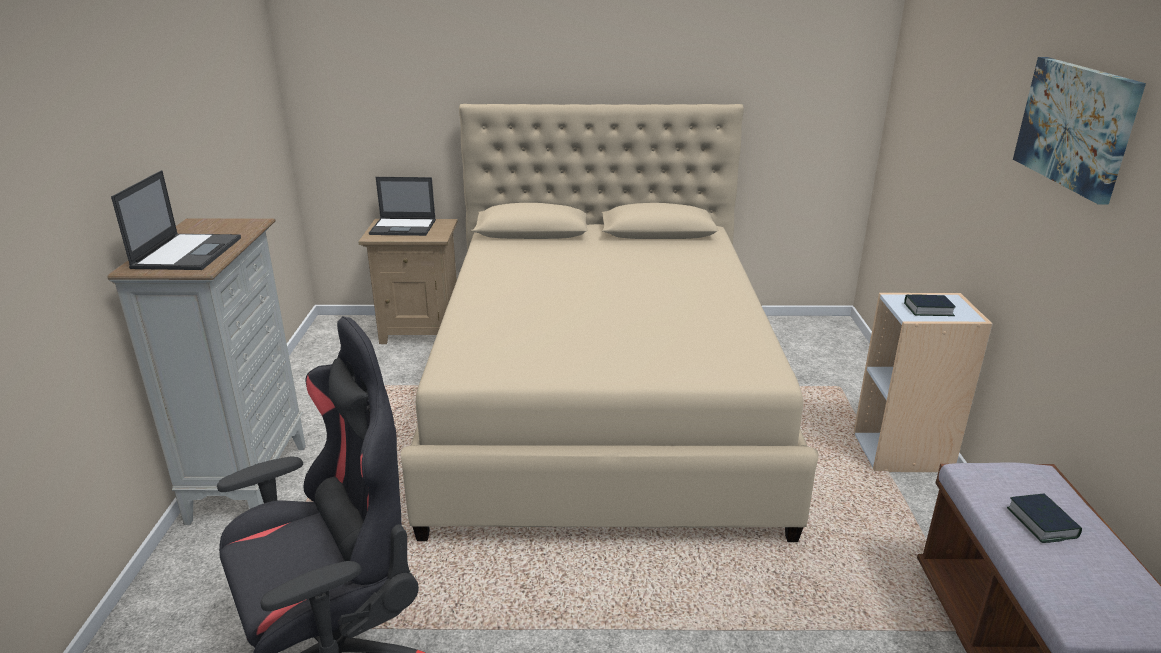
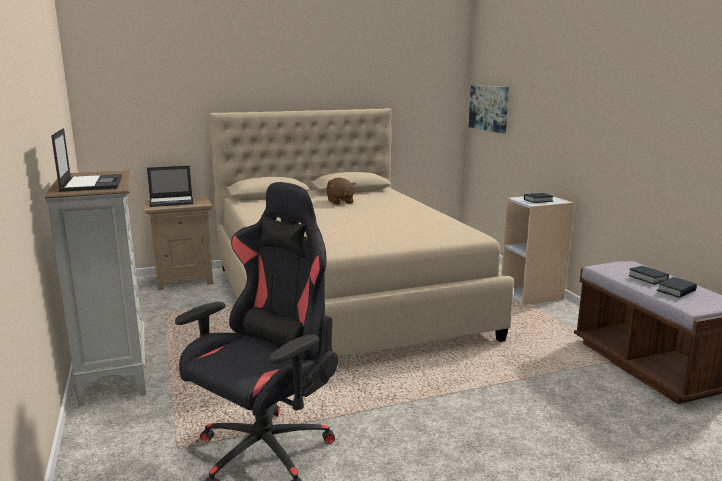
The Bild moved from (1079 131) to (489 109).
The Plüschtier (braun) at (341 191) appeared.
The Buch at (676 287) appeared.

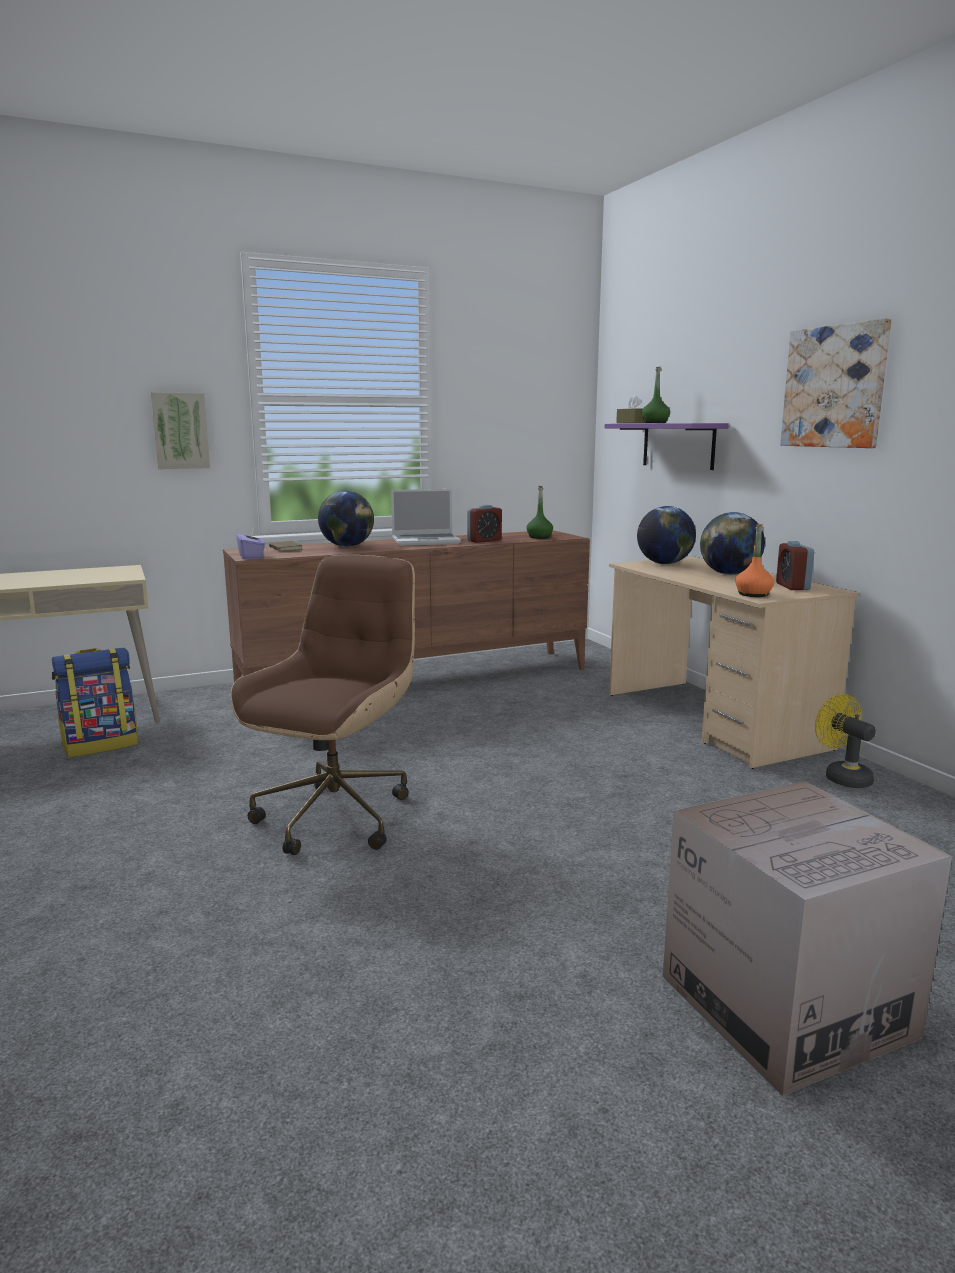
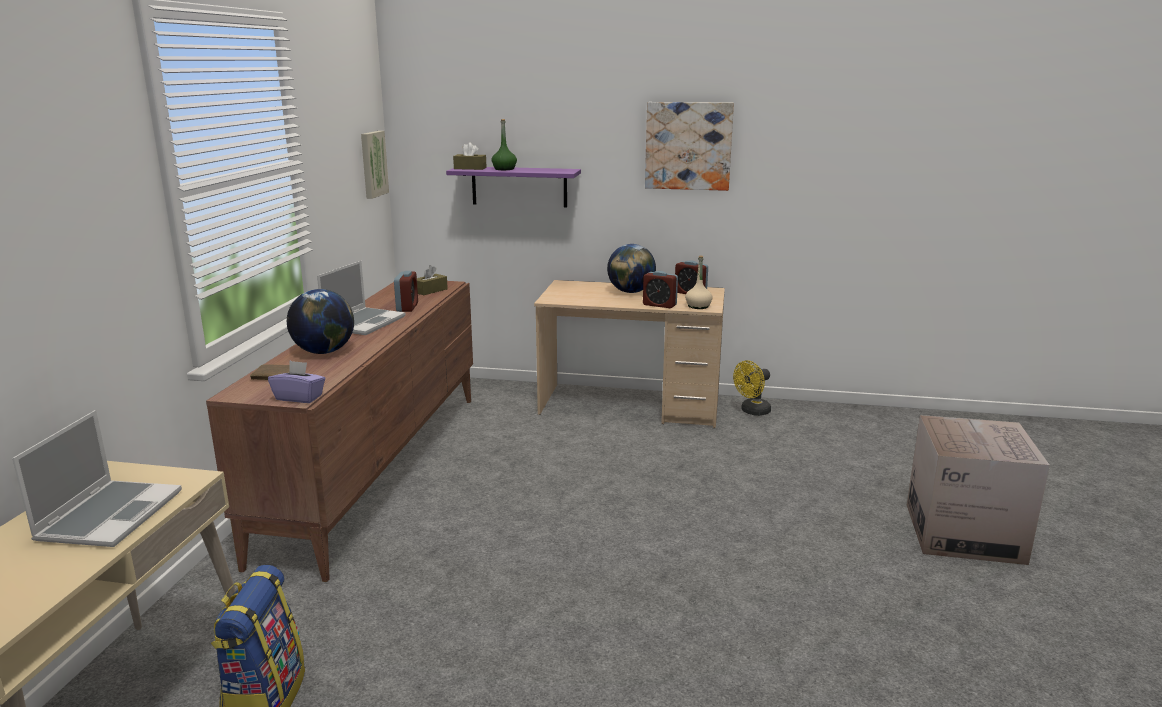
The Bild moved from (180 430) to (375 165).
The Bürostuhl (braun) at (322 705) disappeared.
The Flasche (grün) at (539 512) was replaced by the Taschentuchbox (braun) at (432 280).
The Globus at (666 535) disappeared.
The Flasche (orange) at (754 560) became the Flasche (beige) at (699 282).
The Ventilator (gelb) at (845 741) turned 45 degrees counterclockwise.
The Laptop at (97 478) appeared.
The Wecker at (660 289) appeared.

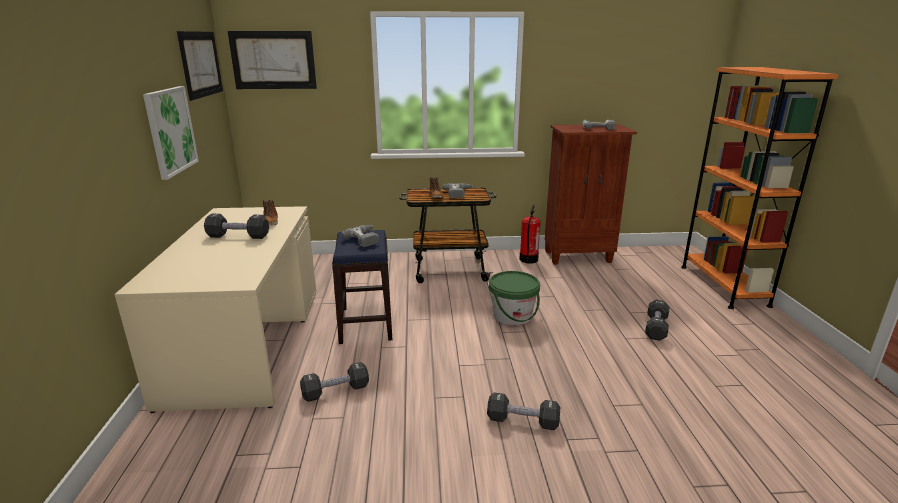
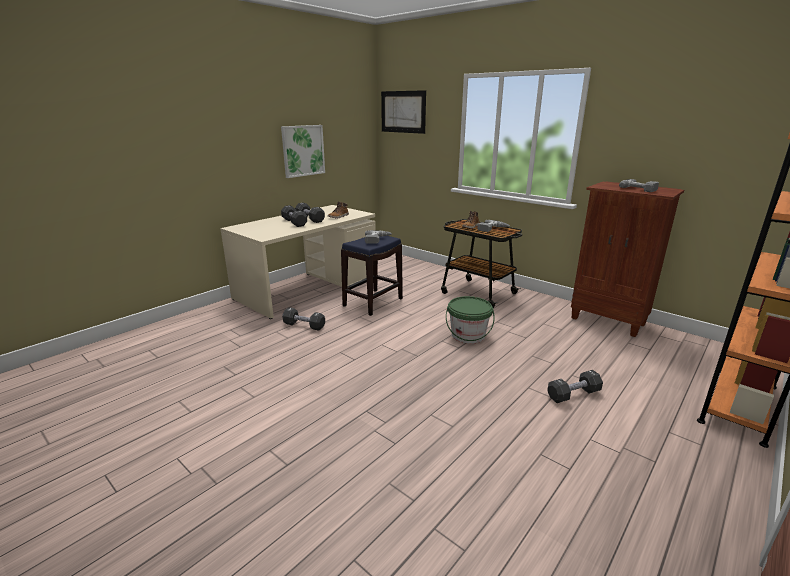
The Bild at (200 66) disappeared.
The Hantel (schwarz) moved from (523 411) to (294 216).
The Feuerlöscher at (530 234) disappeared.

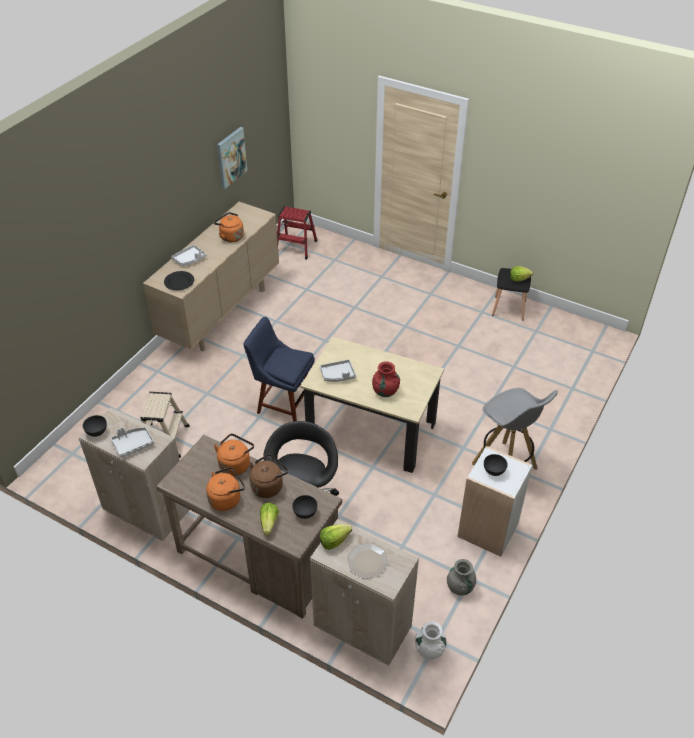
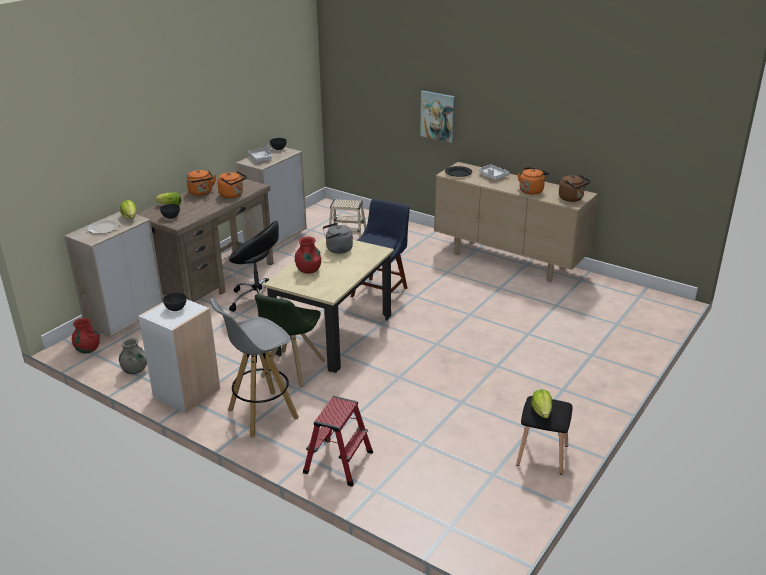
The Bild moved from (232 158) to (437 117).
The Wasserkessel (braun) moved from (268 476) to (575 188).
The Trittleiter (rot) moved from (297 233) to (338 441).
The Tablett (grau) at (338 370) was replaced by the Wasserkessel (grau) at (338 238).
The Vase (weiß) at (431 641) became the Vase (rot) at (86 336).
The Stuhl (grün) at (290 340) appeared.

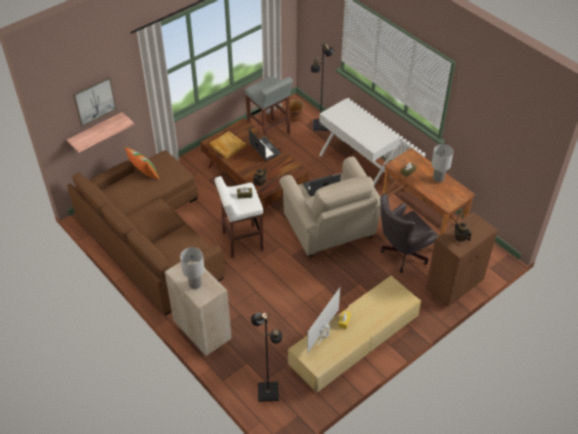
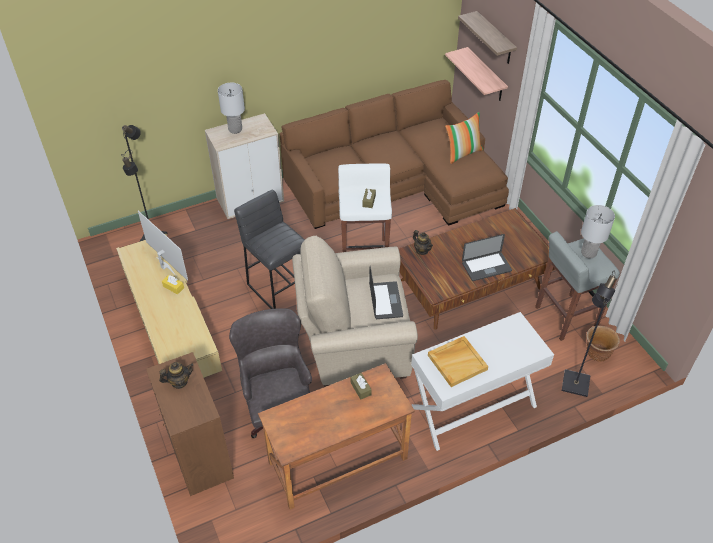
The Bild at (95 102) was replaced by the Wandregal at (487 37).
The Tablett (beige) moved from (228 144) to (458 361).
The Tischlampe (grau) moved from (442 163) to (598 232).
The Hocker (grau) at (269 249) appeared.

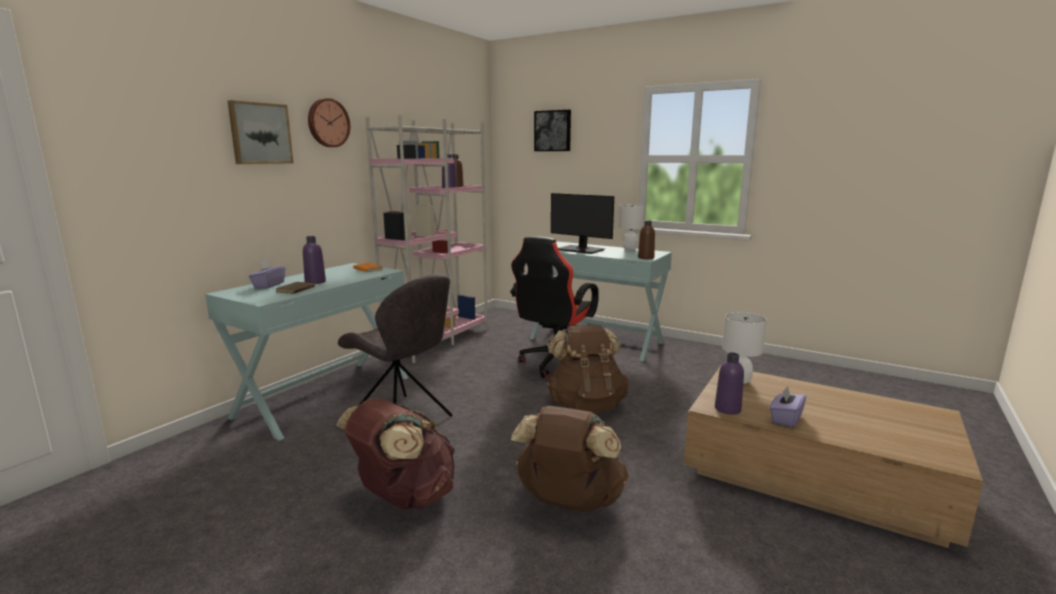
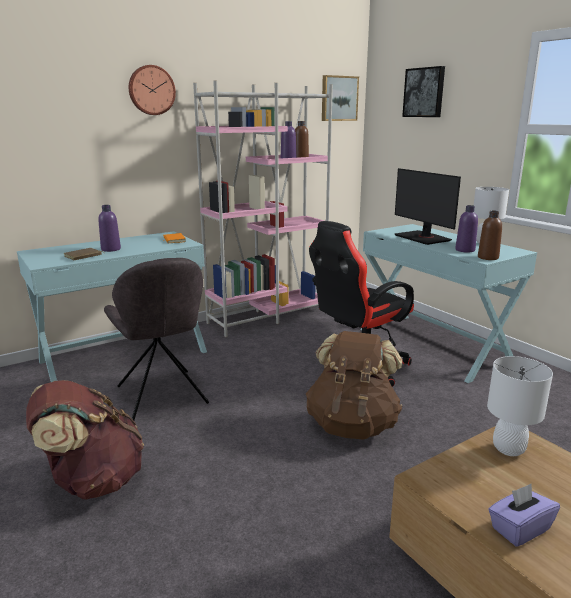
The Bild moved from (260 132) to (340 98).
The Taschentuchbox (lila) at (267 274) disappeared.
The Rucksack (braun) at (570 459) disappeared.
The Flasche (lila) moved from (729 383) to (466 229).

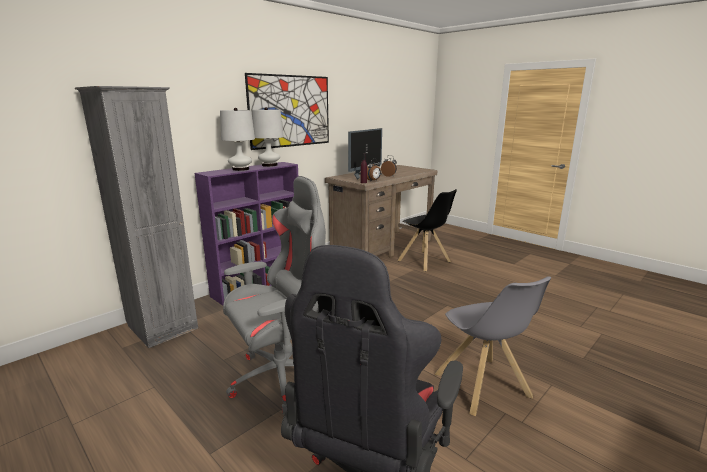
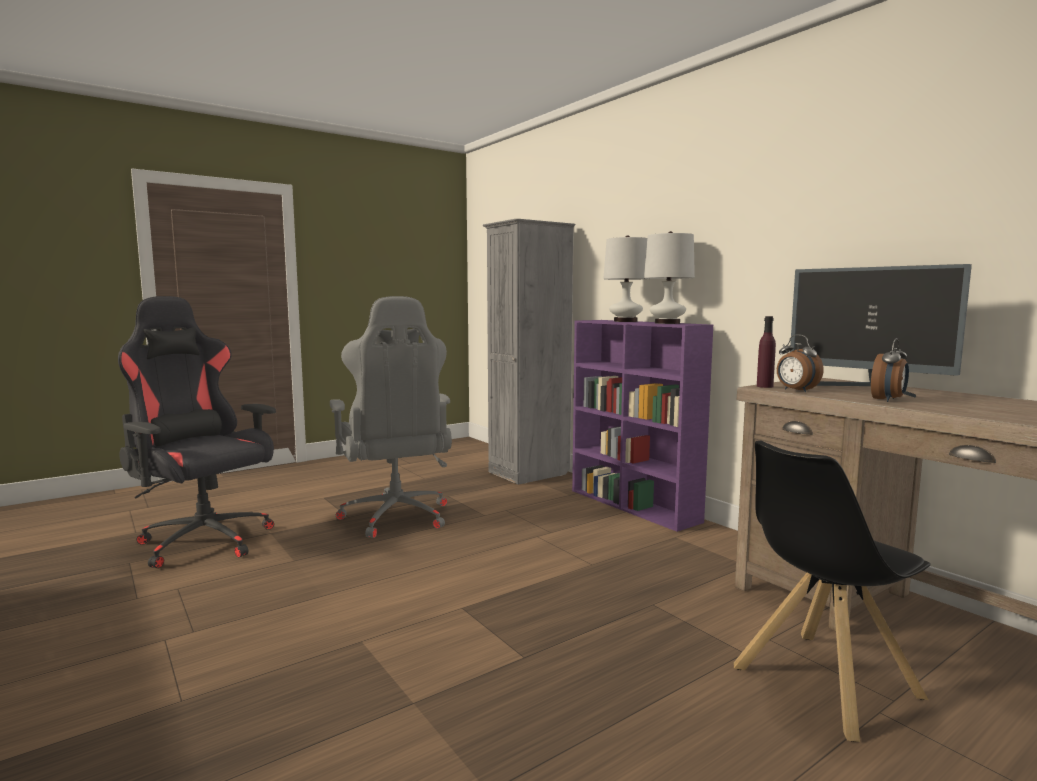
The Bild at (287 111) disappeared.
The Stuhl (grau) at (493 346) disappeared.

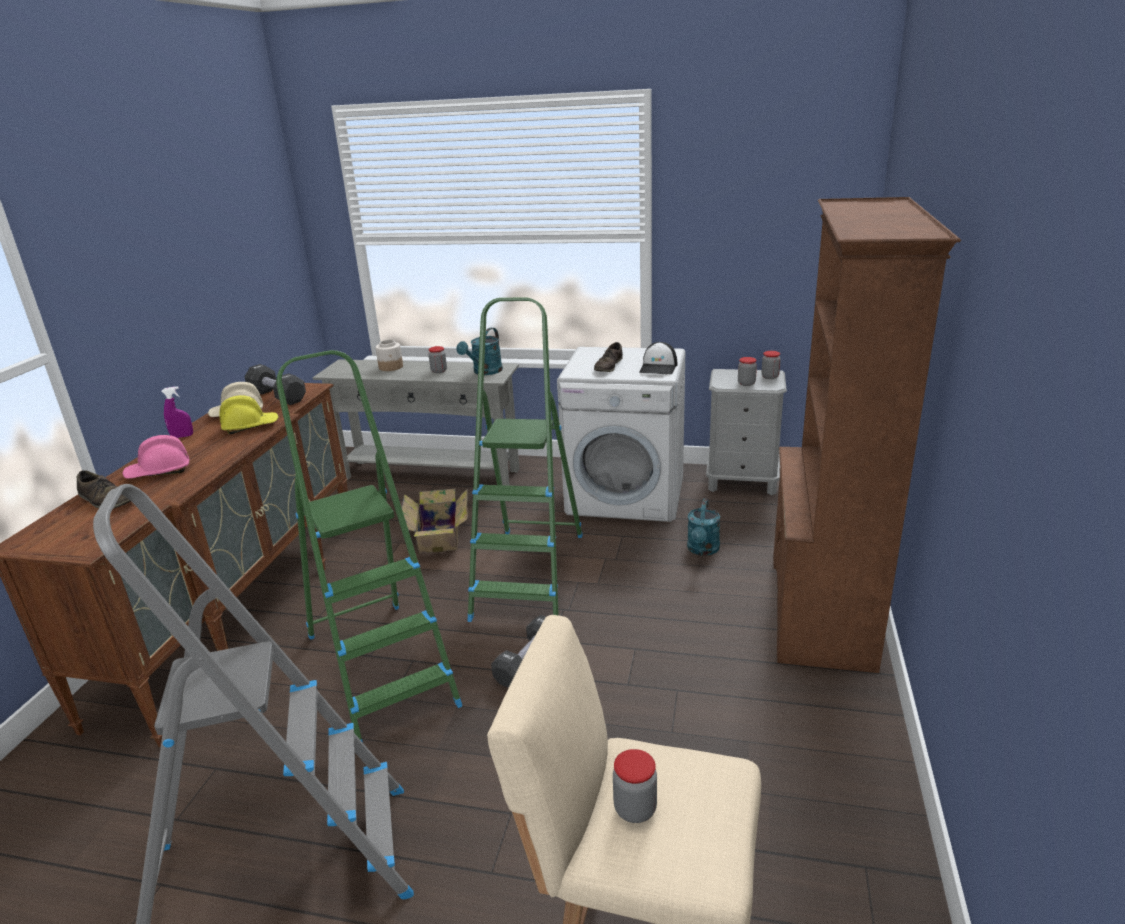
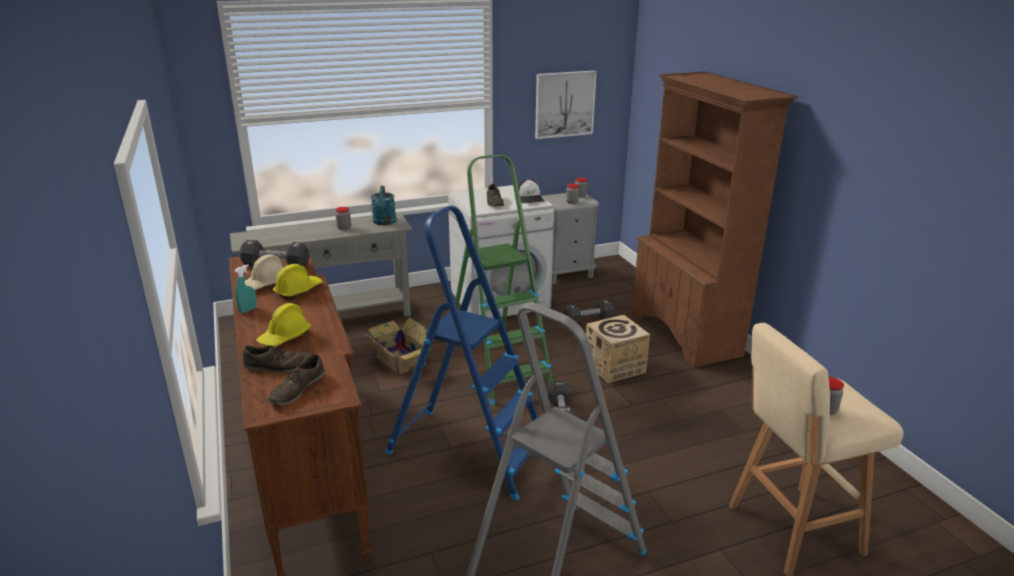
The Schutzhelm (rosa) at (155 457) became the Schutzhelm (gelb) at (283 324).
The Sprühflasche (lila) at (177 412) became the Sprühflasche (türkis) at (246 288).
The Trittleiter (grün) at (369 546) became the Trittleiter (blau) at (461 353).
The Vorratsglas at (389 355) disappeared.
The Gießkanne (türkis) at (703 527) was replaced by the Hantel (schwarz) at (589 311).
The Schuh (braun) at (295 380) appeared.
The Bild at (566 104) appeared.
The Karton at (618 349) appeared.

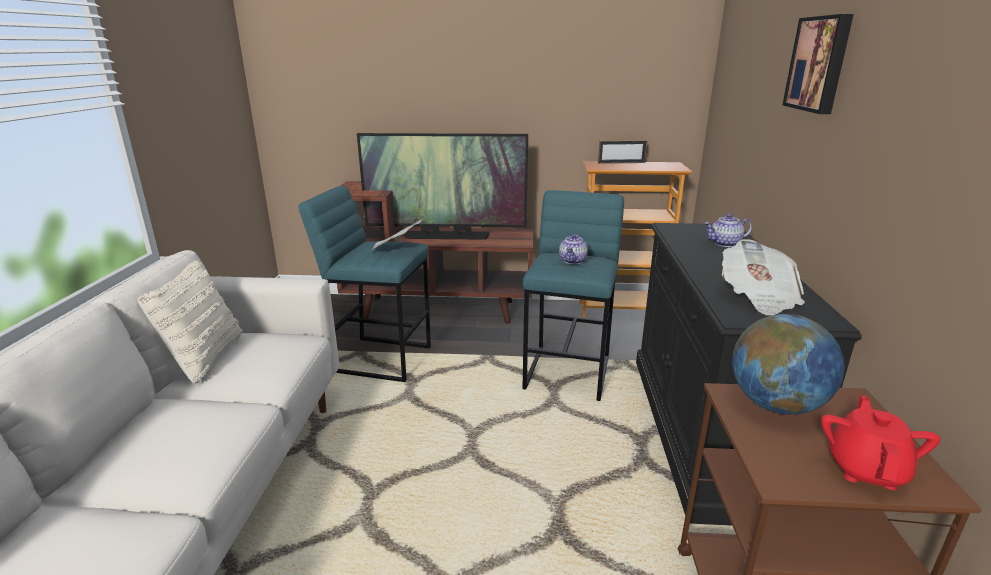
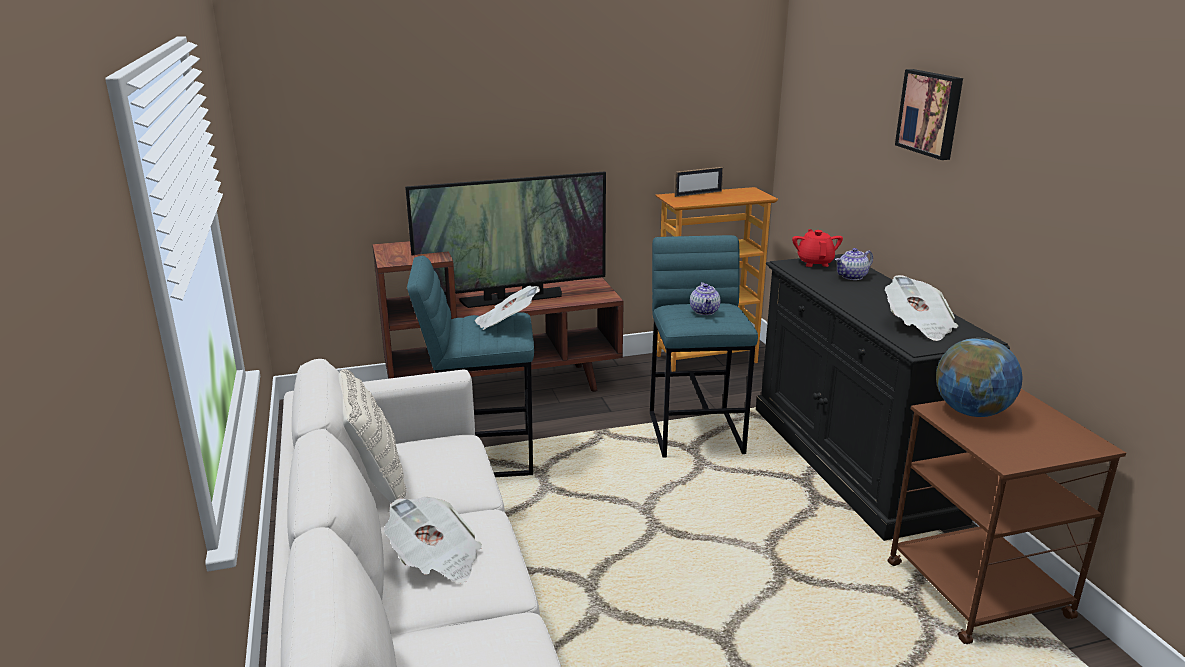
The Teekanne (rot) moved from (880 442) to (817 248).
The Zeitung at (433 540) appeared.

